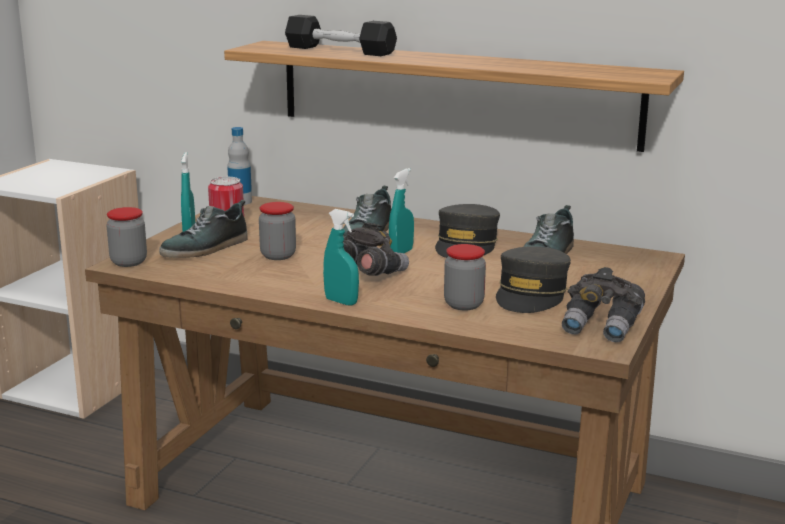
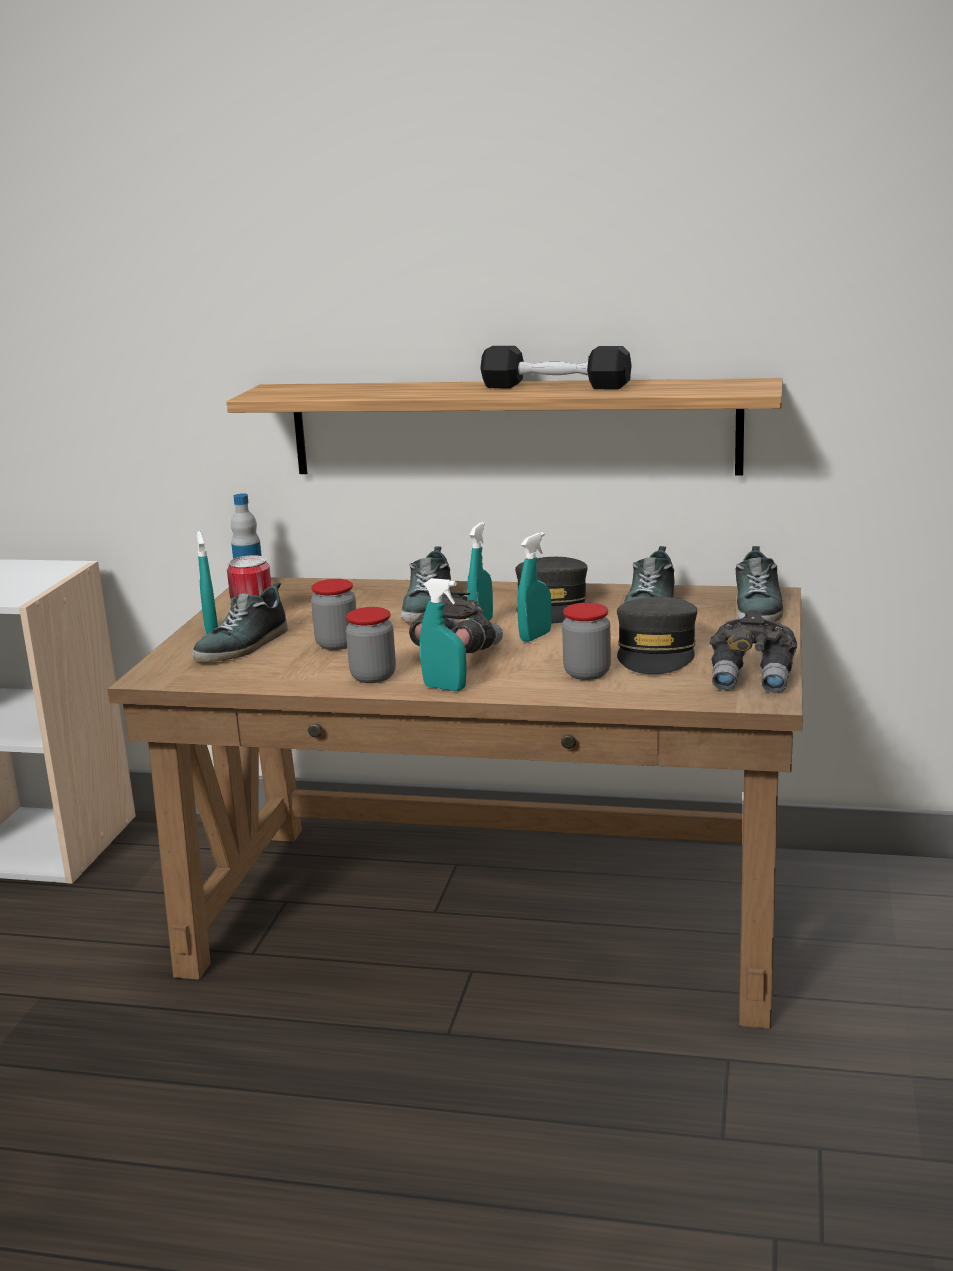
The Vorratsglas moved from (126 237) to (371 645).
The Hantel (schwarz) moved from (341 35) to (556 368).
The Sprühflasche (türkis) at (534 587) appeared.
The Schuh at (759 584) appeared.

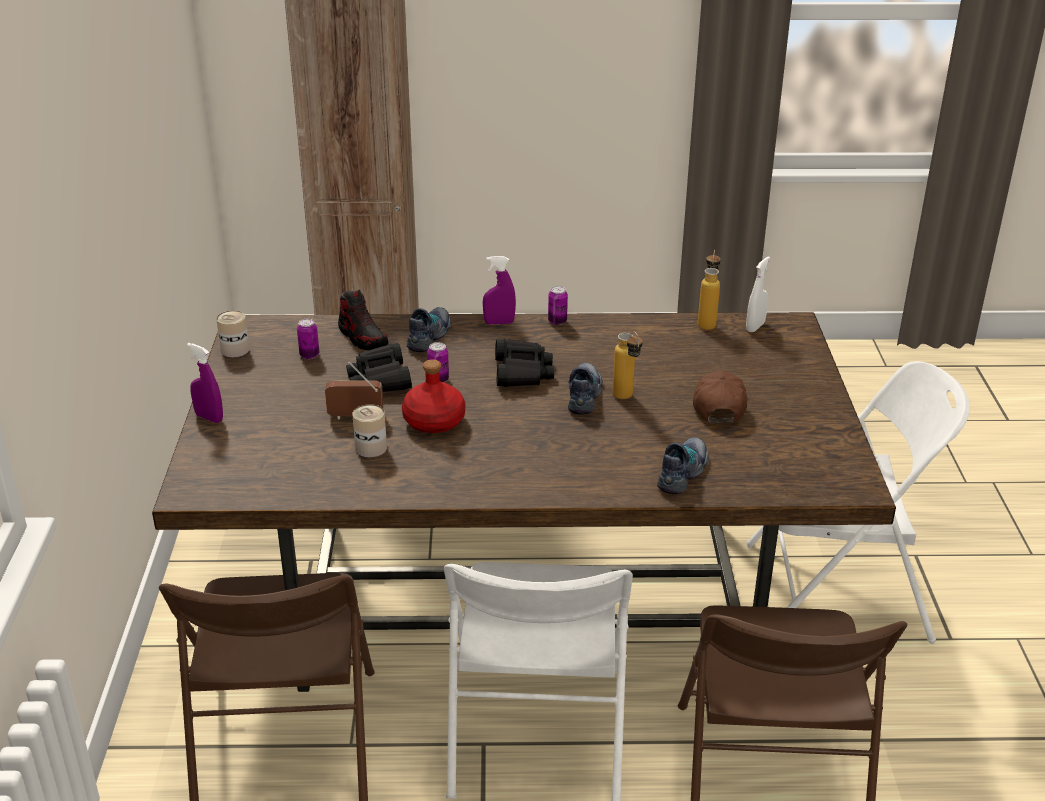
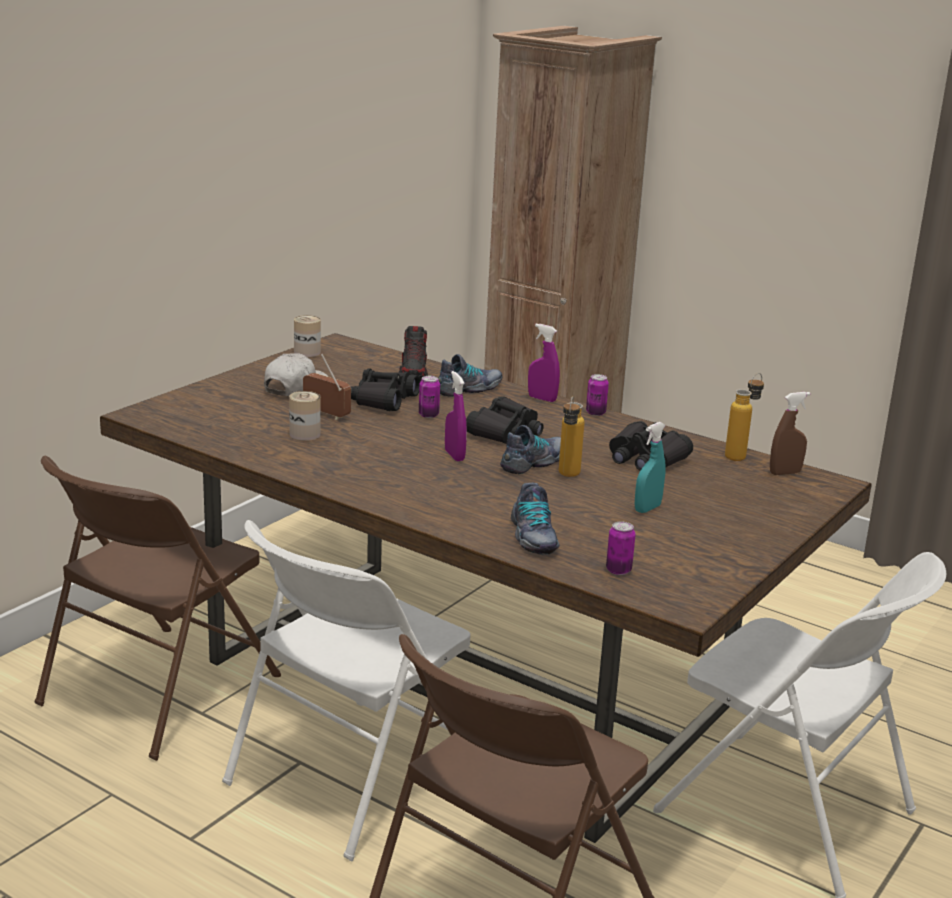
The Sprühflasche (lila) moved from (205 383) to (456 416).
The Dose moved from (308 339) to (621 548).
The Flasche (rot) at (433 396) disappeared.
The Schuh at (683 465) turned 105 degrees clockwise.
The Kappe (braun) at (720 397) was replaced by the Sprühflasche (türkis) at (650 467).
The Sprühflasche (weiß) at (758 294) became the Sprühflasche (braun) at (790 433).
The Kappe (weiß) at (296 374) appeared.
The Fernglas (schwarz) at (651 446) appeared.

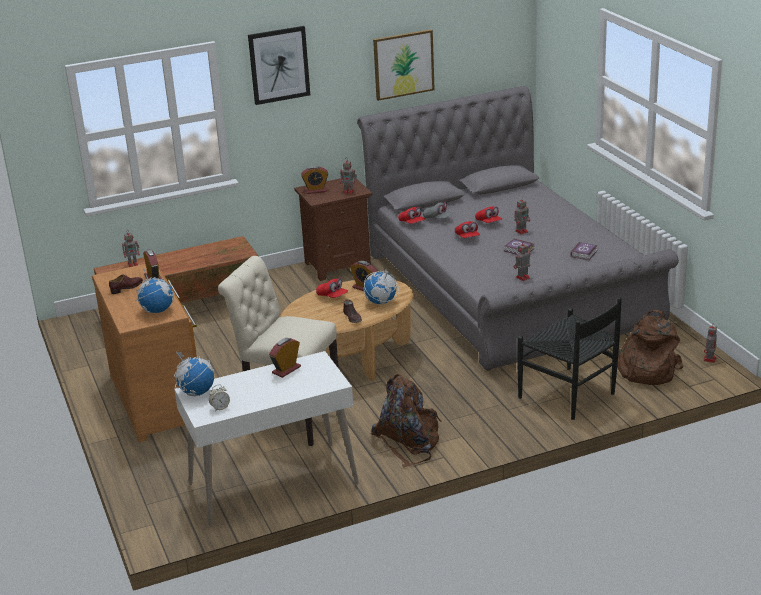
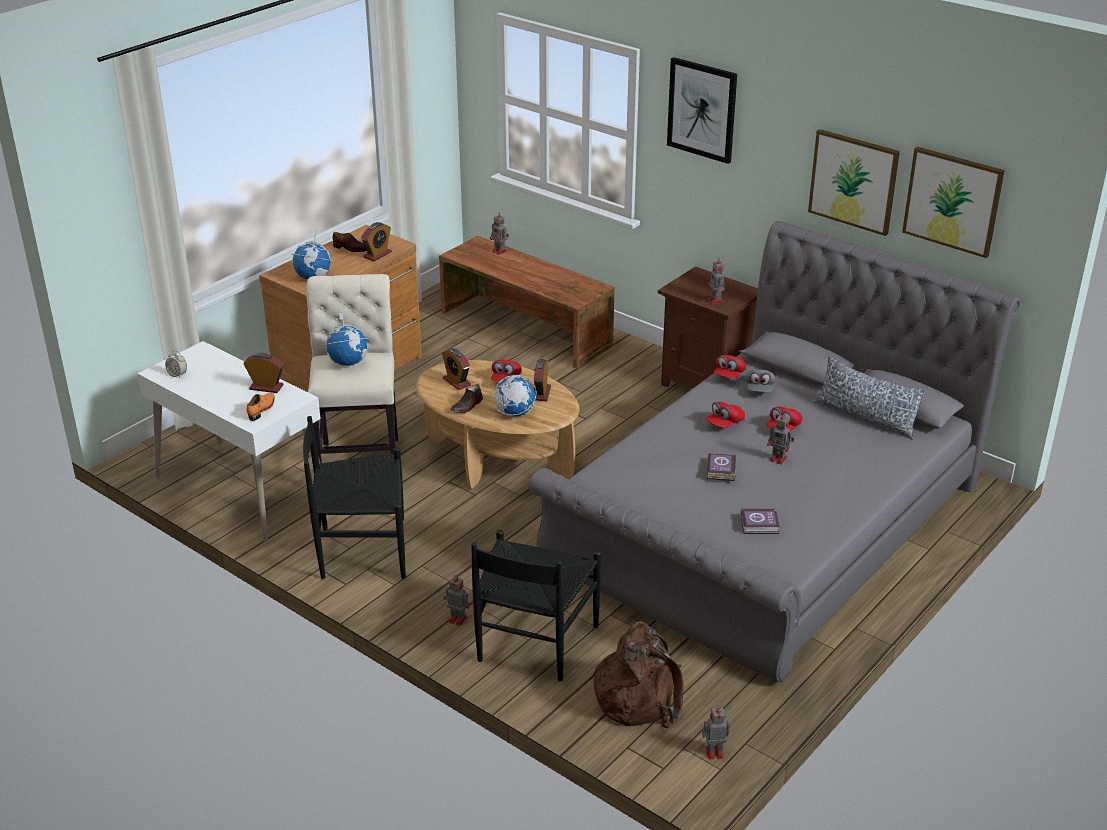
The Globus moved from (194 373) to (345 339).
The Wecker moved from (314 180) to (456 369).
The Rucksack (braun) at (406 420) was replaced by the Stuhl (schwarz) at (354 497).
The Spielzeugroboter moved from (522 261) to (457 600).
The Schuh (orange) at (261 407) appeared.
The Kissen at (870 398) appeared.
The Bild at (953 202) appeared.

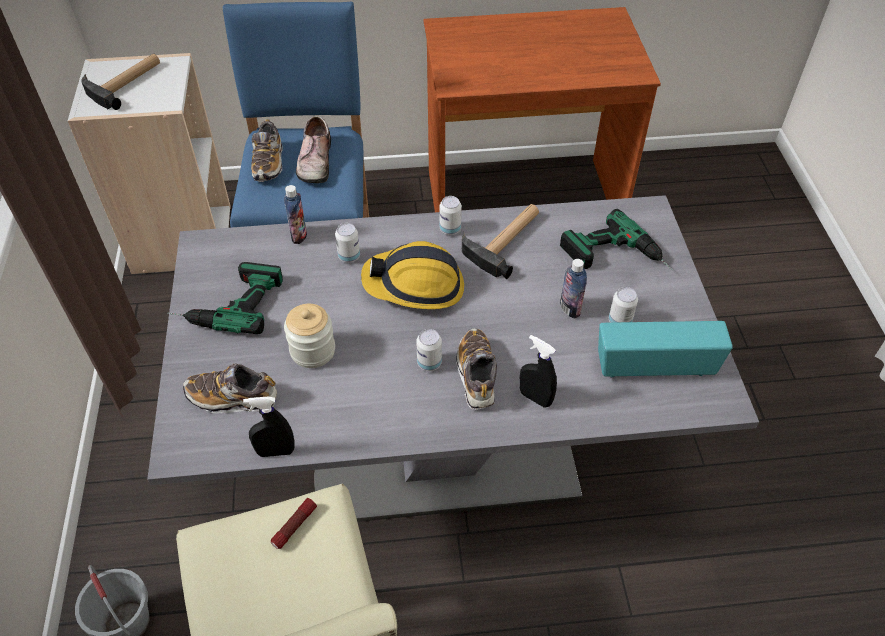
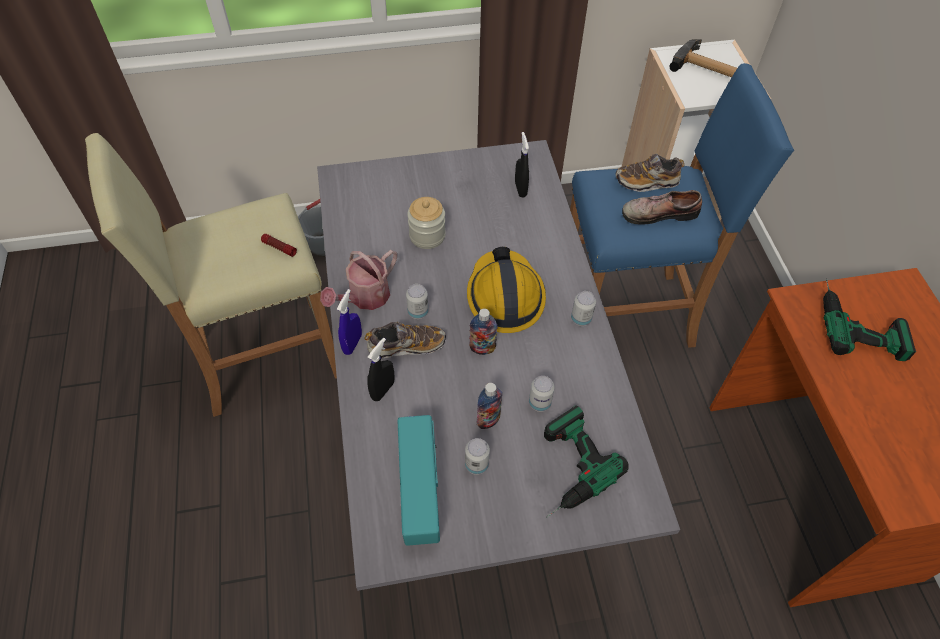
The Bohrmaschine moved from (225 298) to (869 319).
The Schuh at (230 388) disappeared.
The Sprühflasche (schwarz) moved from (269 427) to (522 164).
The Flasche moved from (295 214) to (483 331).
The Dose moved from (347 243) to (542 394).
The Hammer at (500 241) disappeared.
The Gießkanne at (358 280) appeared.
The Sprühflasche (blau) at (349 322) appeared.

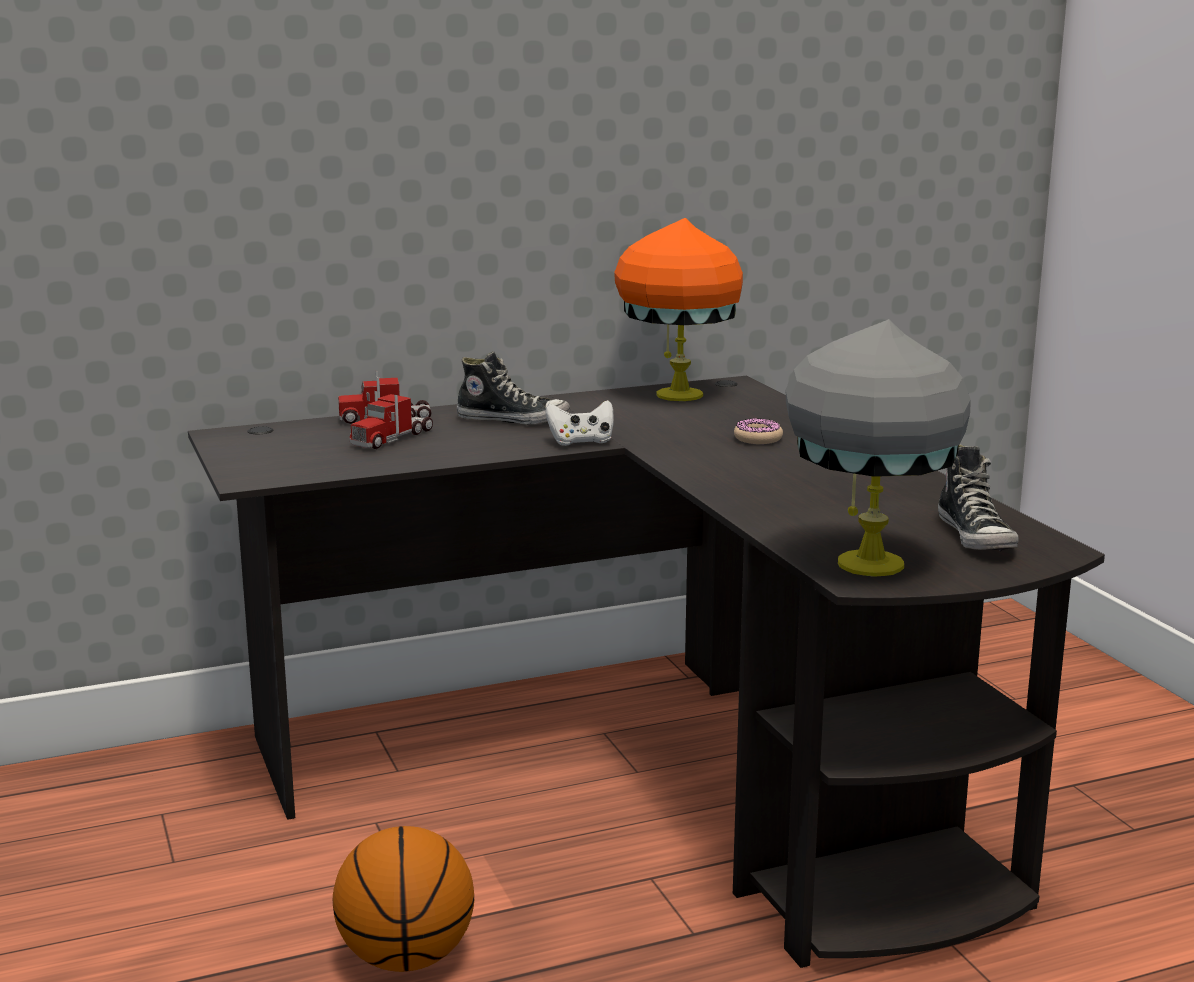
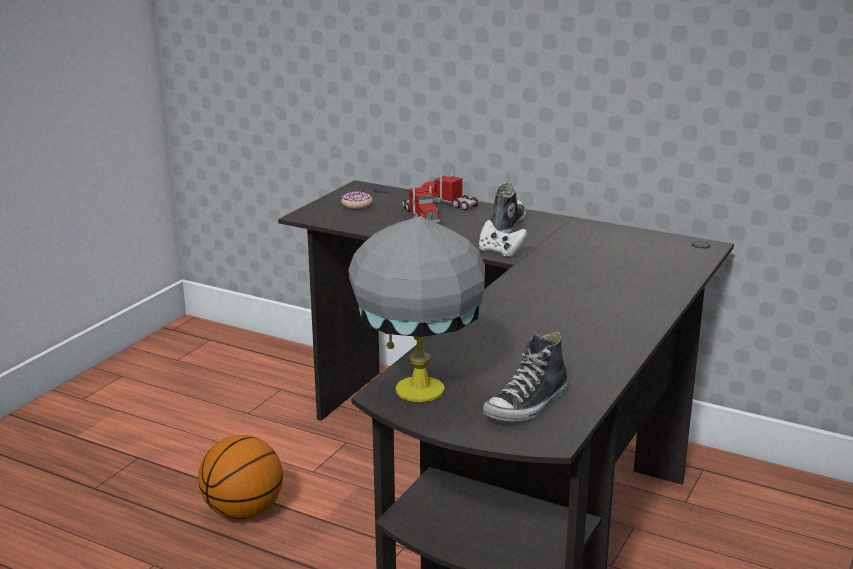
The Spielzeuglaster at (391 420) turned 105 degrees counterclockwise.
The Schuh at (513 388) turned 135 degrees counterclockwise.
The Tischlampe (orange) at (678 309) disappeared.
The Donut moved from (758 431) to (357 200).

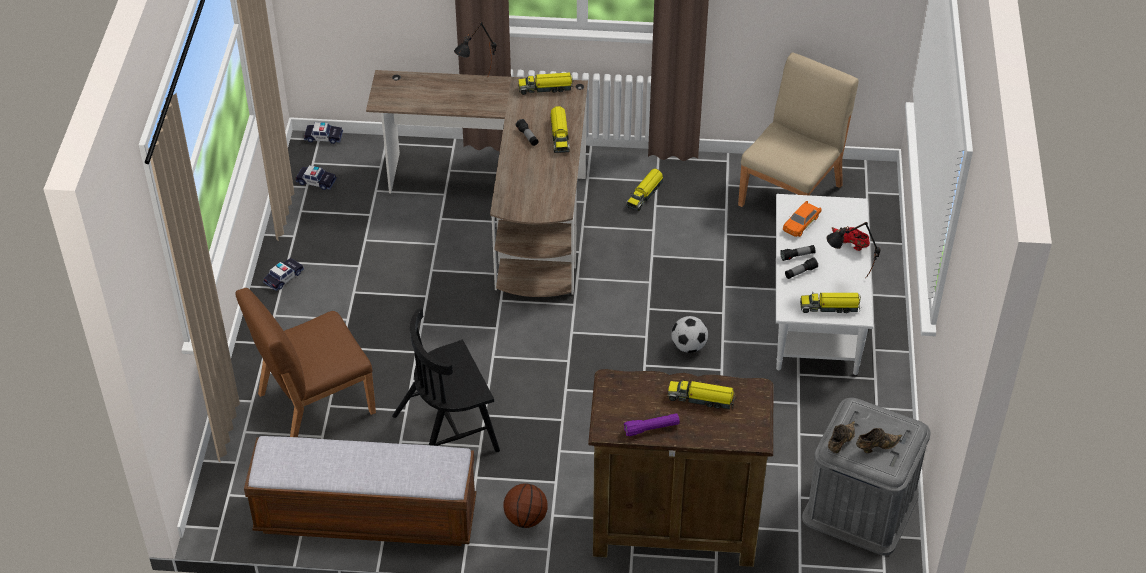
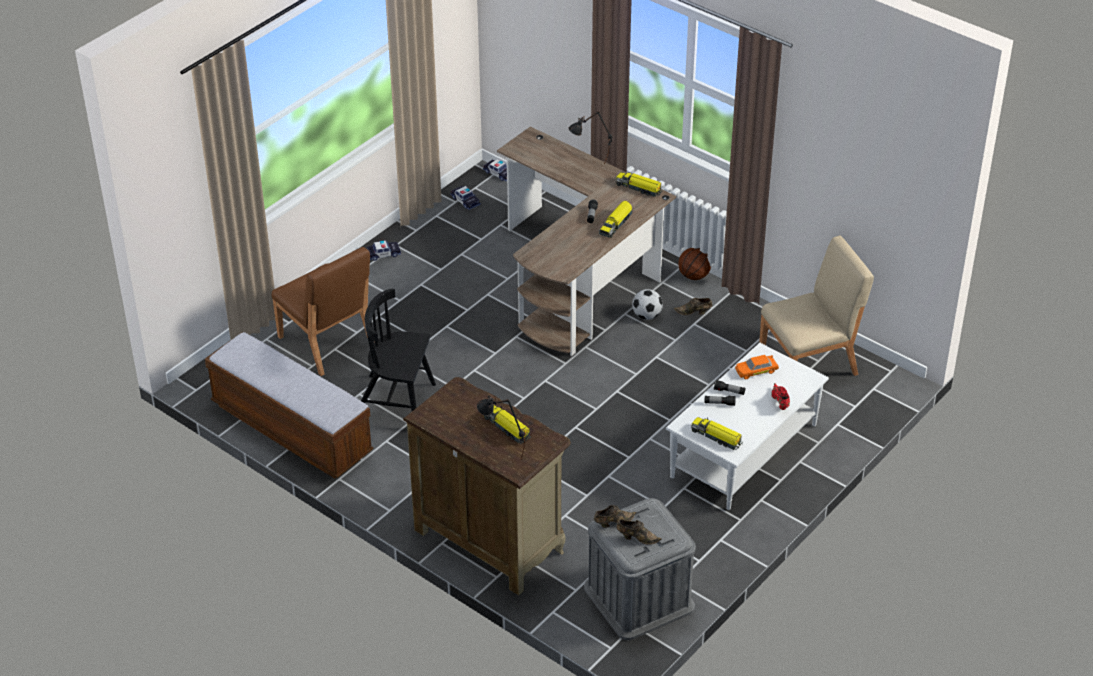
The Stuhl (braun) at (305 362) turned 135 degrees counterclockwise.
The Basketball moved from (525 505) to (694 264).
The Taschenlampe (lila) at (652 424) disappeared.
The Spielzeuglaster at (644 189) was replaced by the Schuh (braun) at (693 306).
The Fußball moved from (689 334) to (647 304).
The Tischlampe (schwarz) moved from (853 250) to (501 428).

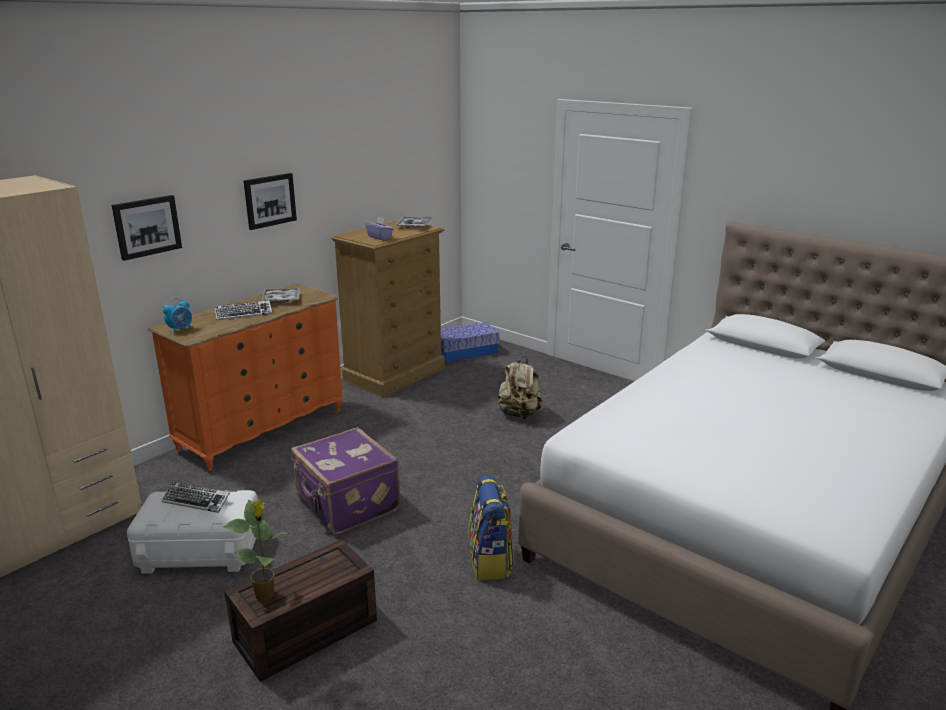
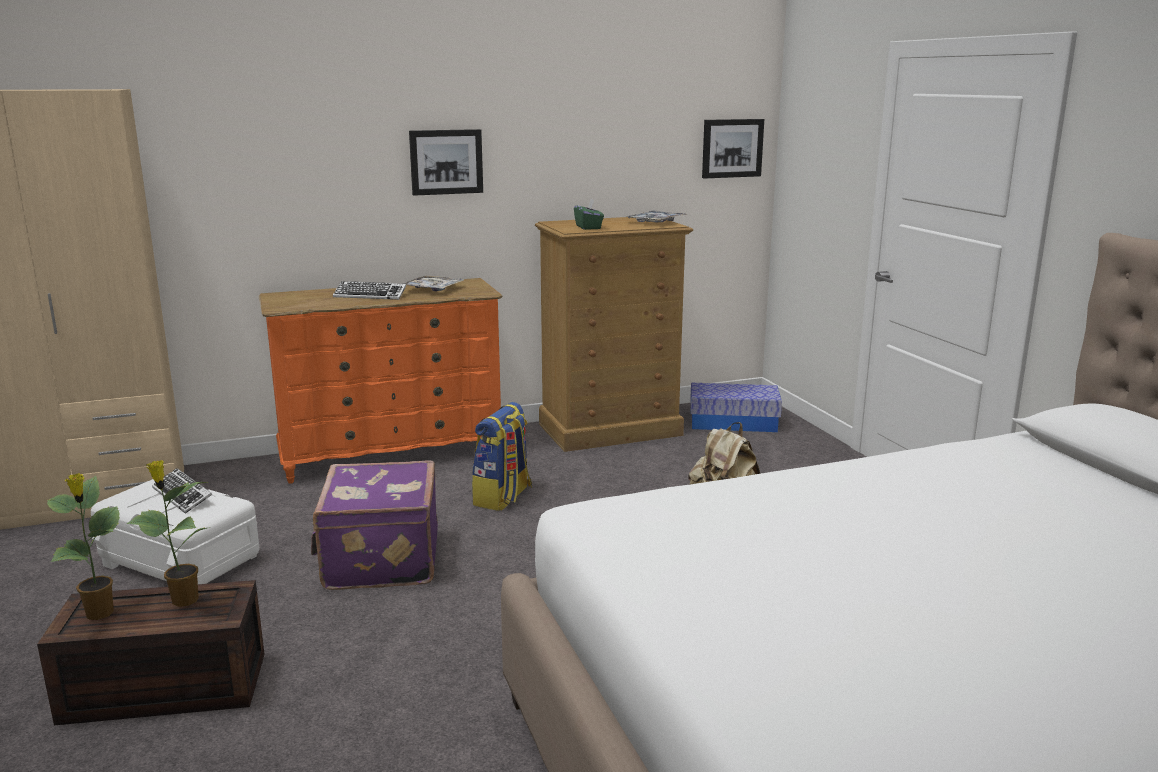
The Bild moved from (147 228) to (733 149).
The Wecker at (177 315) disappeared.
The Taschentuchbox (lila) at (379 228) became the Taschentuchbox (grün) at (589 214).
The Rucksack moved from (491 527) to (502 456).
The Topfpflanze at (169 533) appeared.

